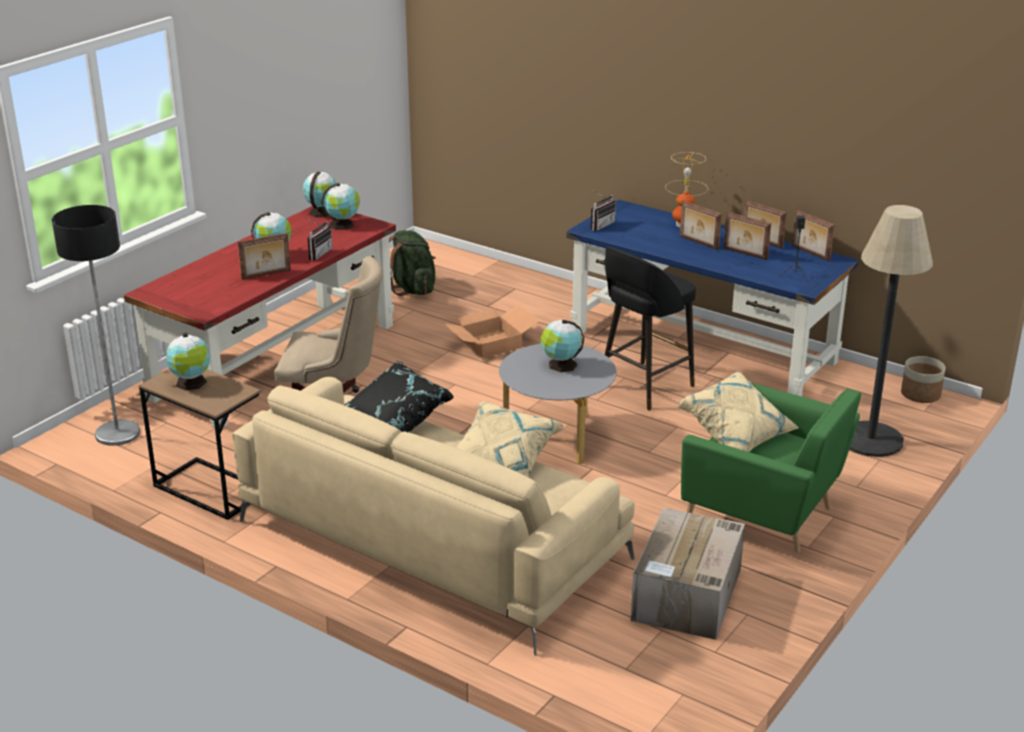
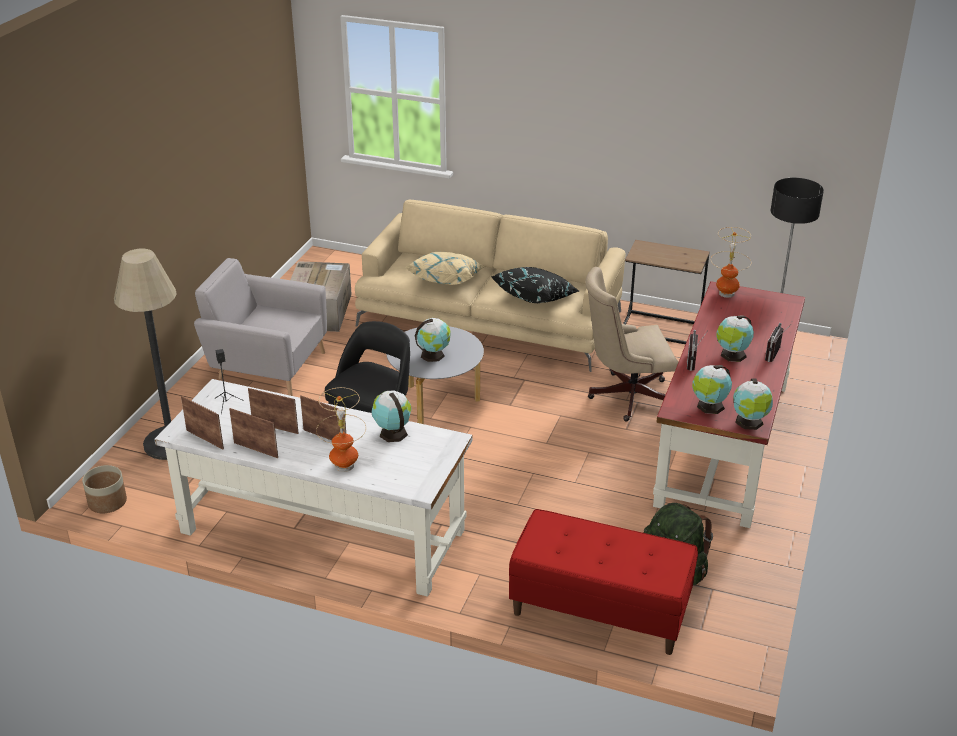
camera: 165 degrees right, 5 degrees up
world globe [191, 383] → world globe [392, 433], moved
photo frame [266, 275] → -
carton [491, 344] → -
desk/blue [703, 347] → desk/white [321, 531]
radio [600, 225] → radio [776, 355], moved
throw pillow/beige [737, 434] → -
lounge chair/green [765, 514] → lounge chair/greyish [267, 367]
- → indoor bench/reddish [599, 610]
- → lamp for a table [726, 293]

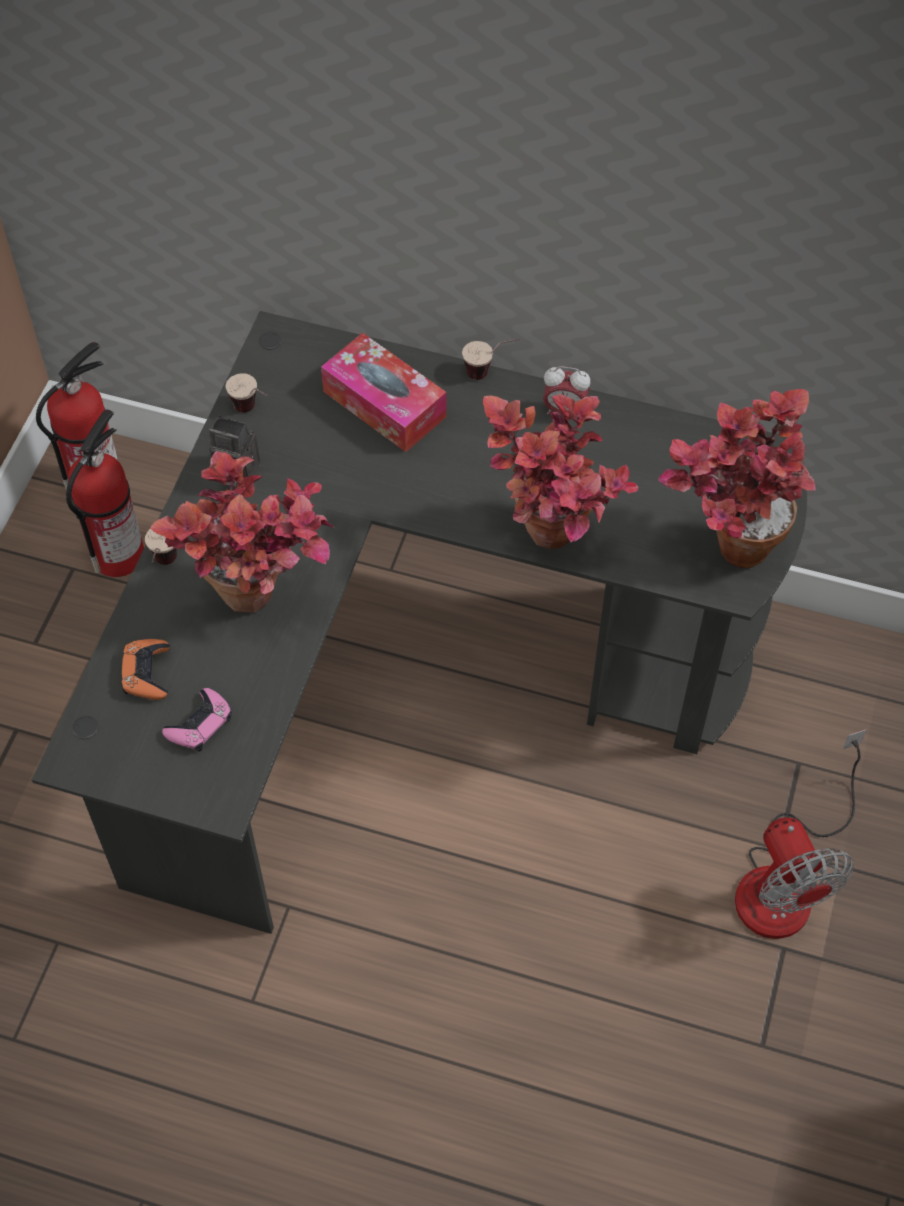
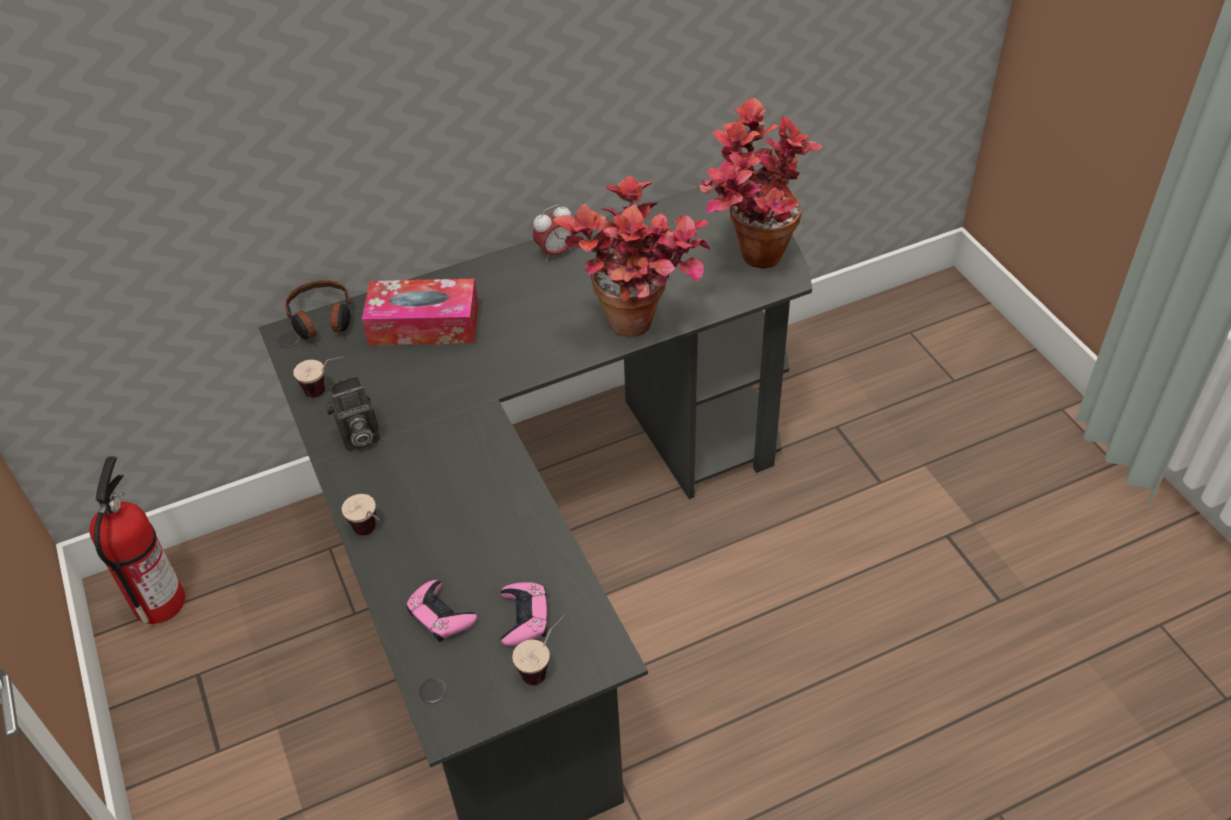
camera: 40 degrees left, 10 degrees down
fire extinguisher [118, 553] → -
joypad/orangey [147, 673] → joypad/pink-coloured [441, 615]
houseplant [263, 603] → -
cup [489, 372] → cup [545, 665], moved
electric fan [786, 879] → -
- → headset [322, 319]

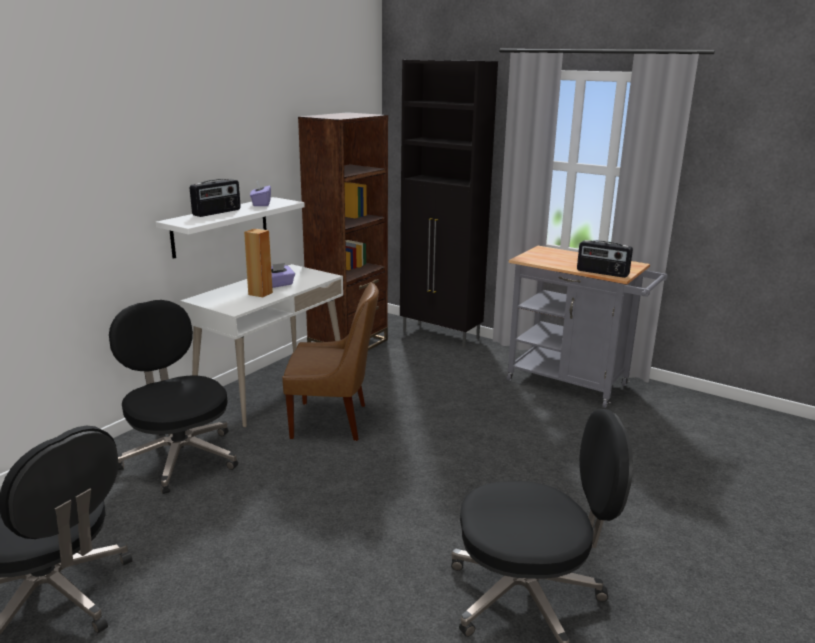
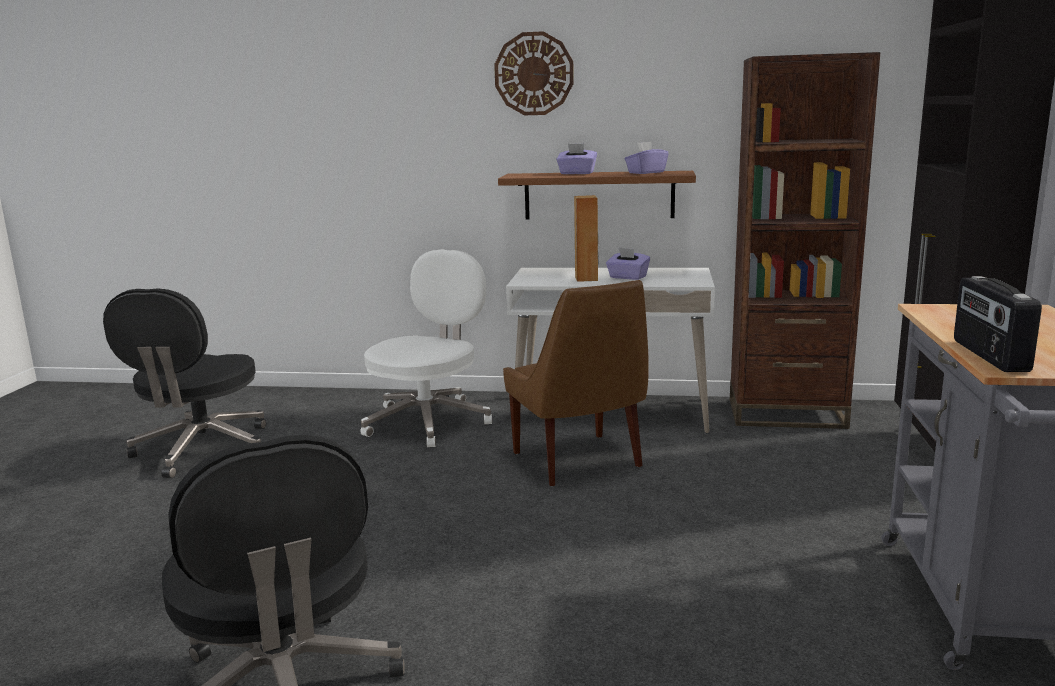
camera: 65 degrees right, 5 degrees down
office chair/black-coloured [180, 457] → office chair/white [429, 421]
bracket shelf/white [220, 226] → bracket shelf/brown [599, 195]
radio [217, 212] → tissue box/purple-coloured [576, 173]
- → hanging clock [534, 74]

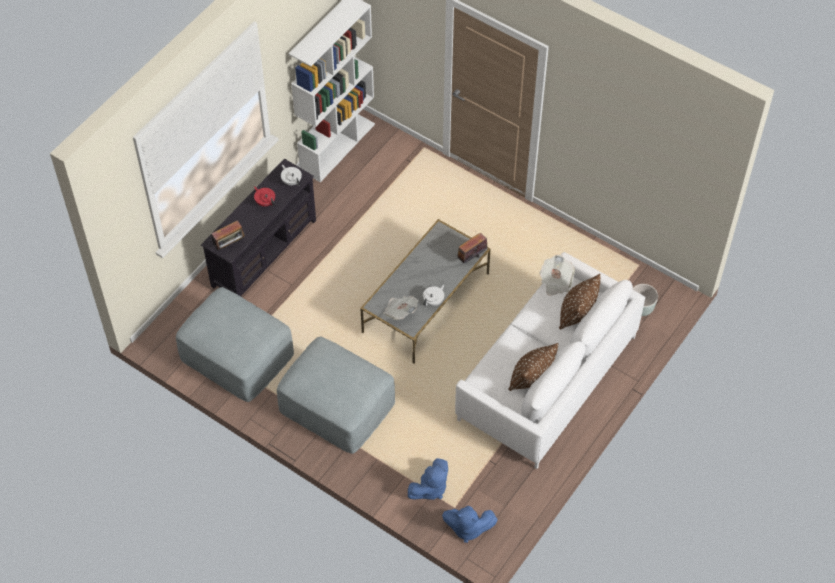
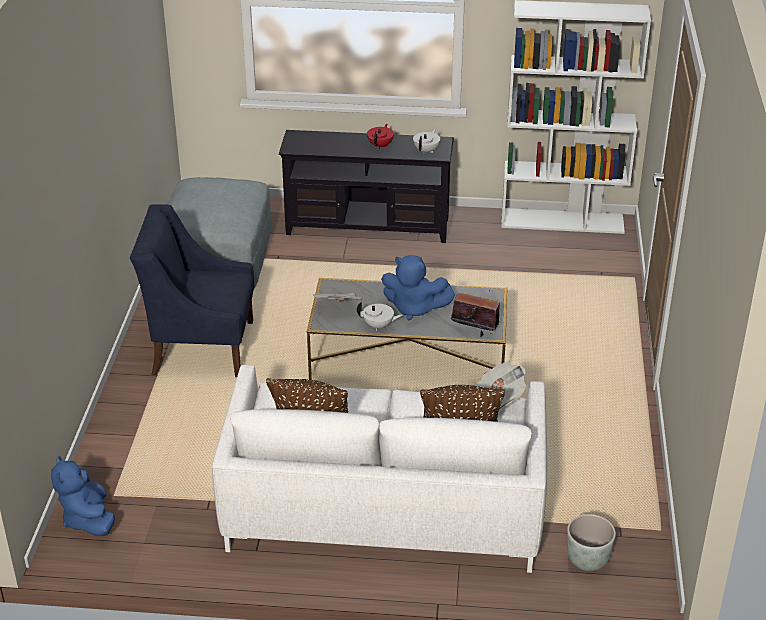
camera: 60 degrees right, 20 degrees down
radio [230, 245] → -
pouffe/greyish [336, 406] → lounge chair/blue [202, 347]
cuddly toy/blue [430, 488] → cuddly toy/blue [414, 308], moved

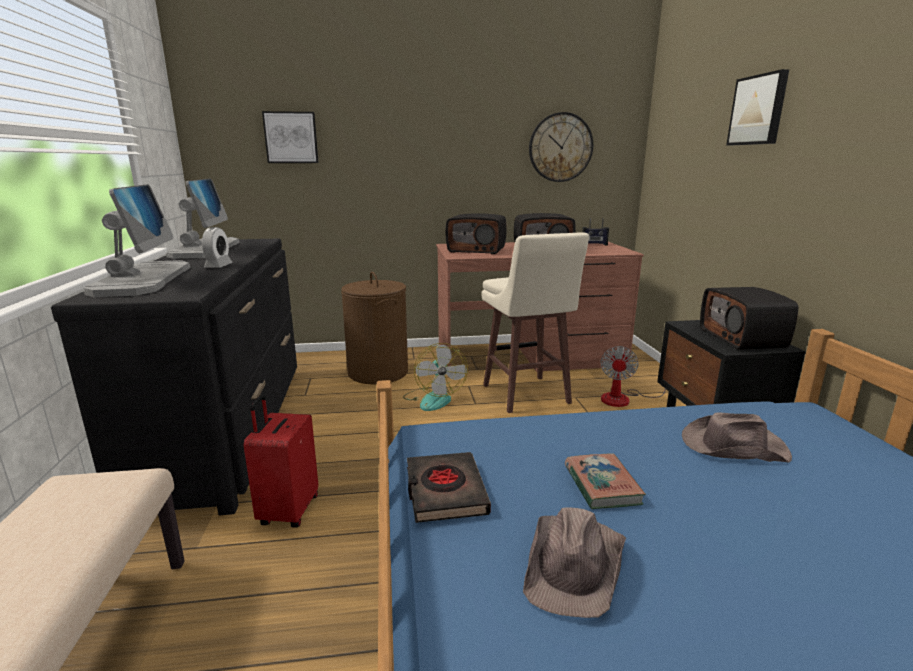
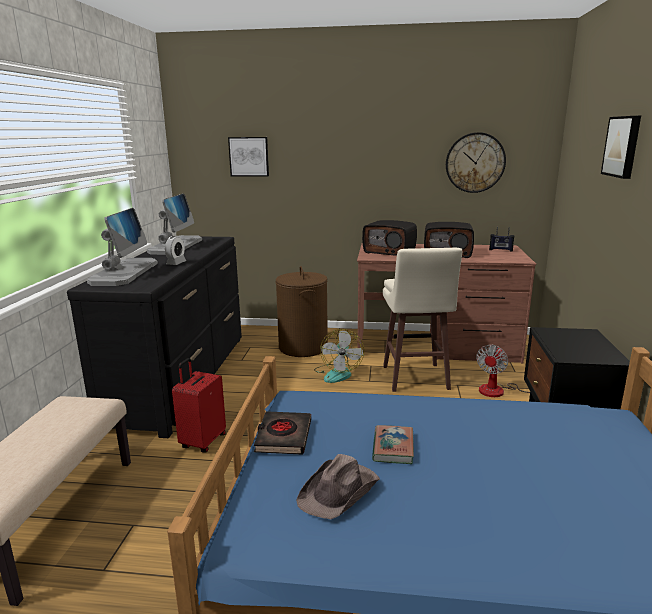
camera: 15 degrees right, 0 degrees up
clothing hat/brown [732, 446] → -
radio [743, 338] → -

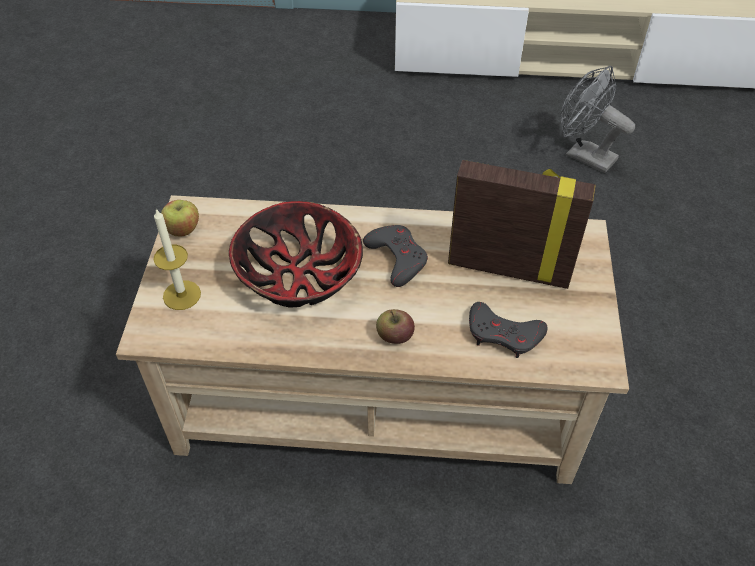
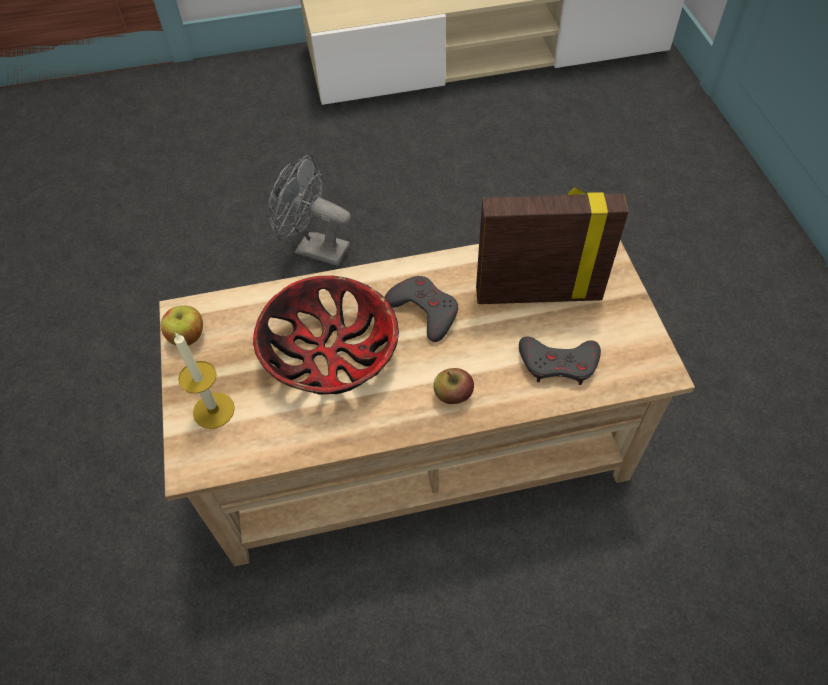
camera: 15 degrees left, 5 degrees up
electric fan/greyish [583, 155] → electric fan/greyish [314, 249], moved

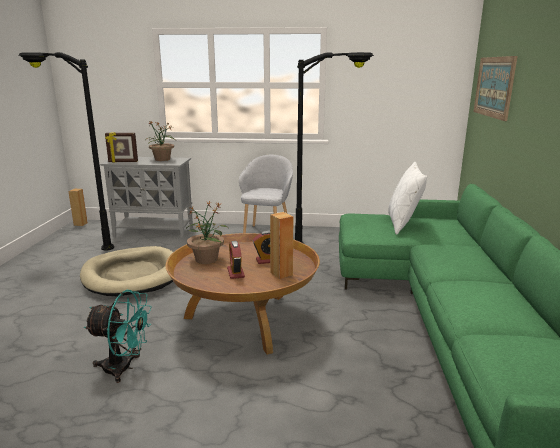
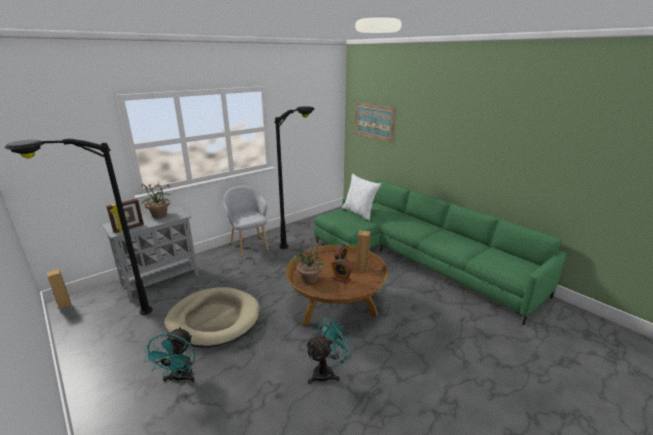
camera: 45 degrees left, 5 degrees up
- → electric fan/turquoise [180, 378]

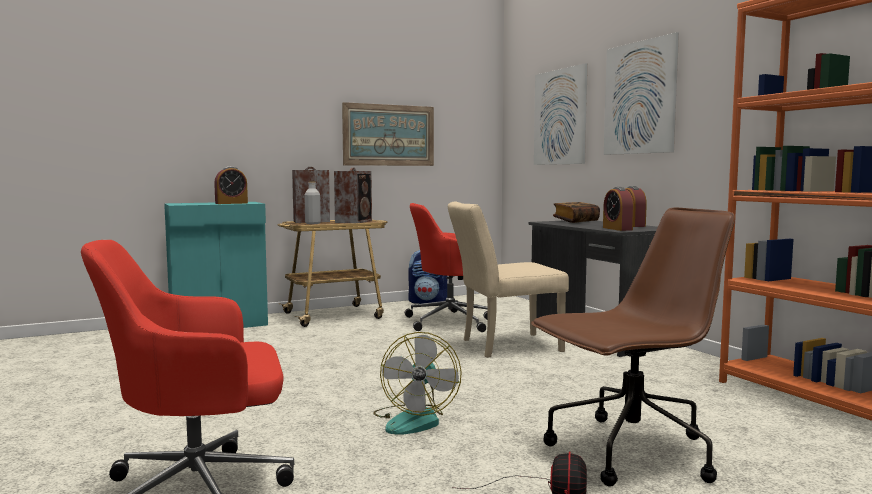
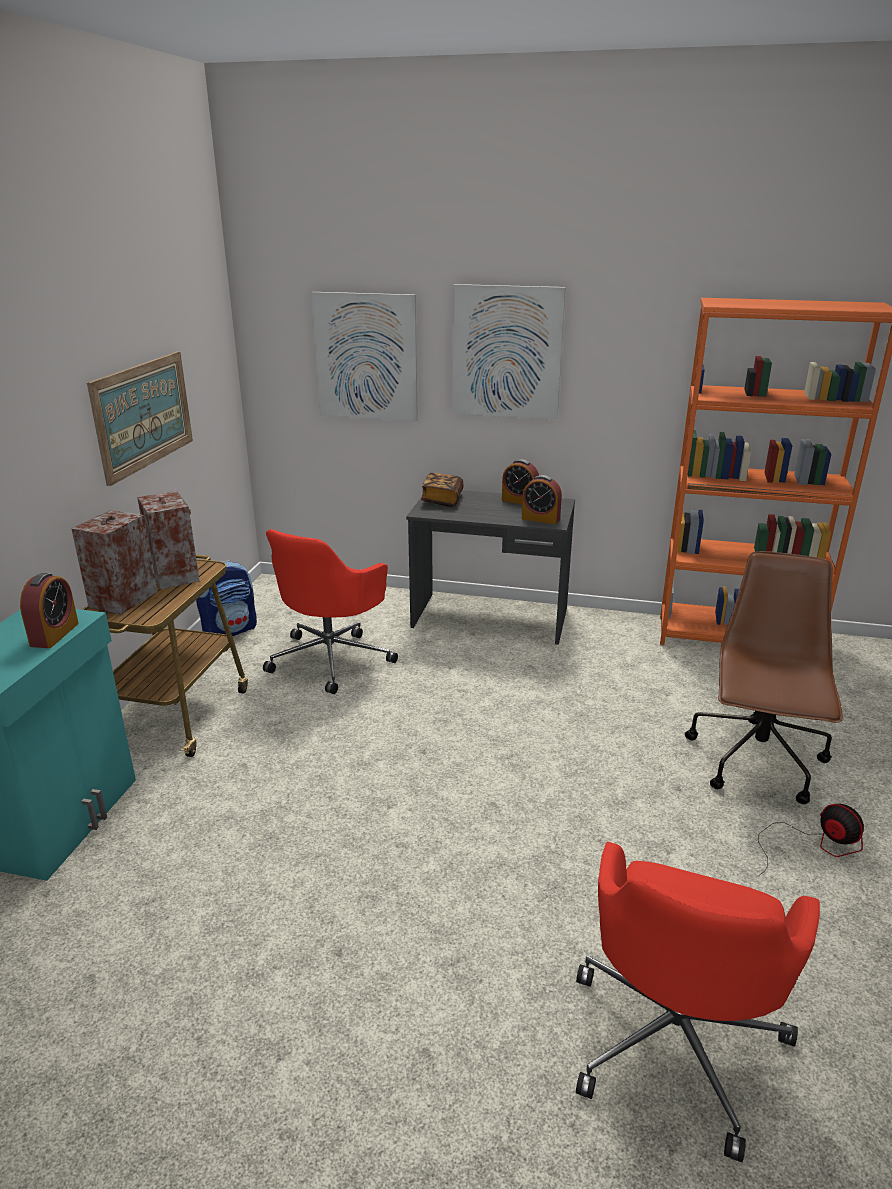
camera: 50 degrees left, 20 degrees up
beverage bottle/greyish [312, 223] → -
electric fan [415, 419] → -
plain chair/beige [503, 346] → -

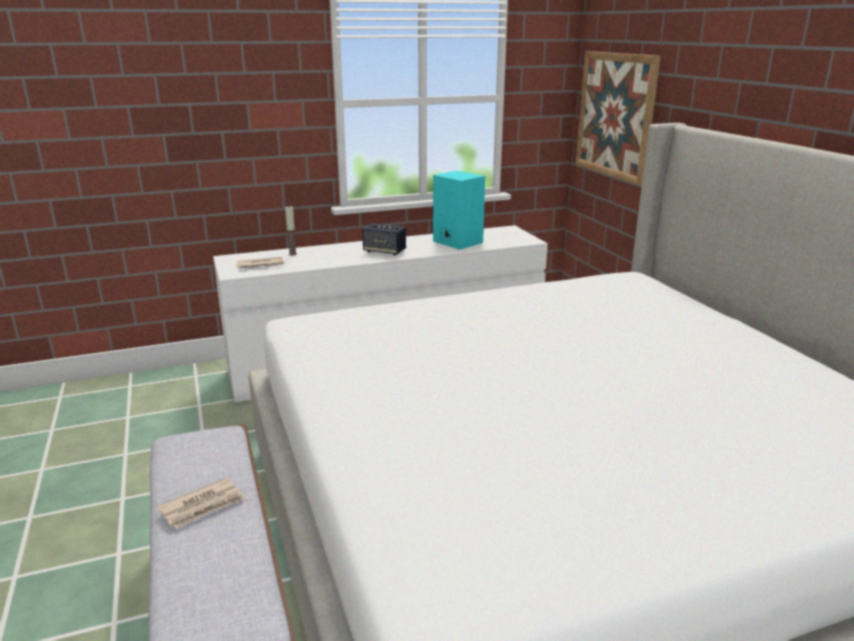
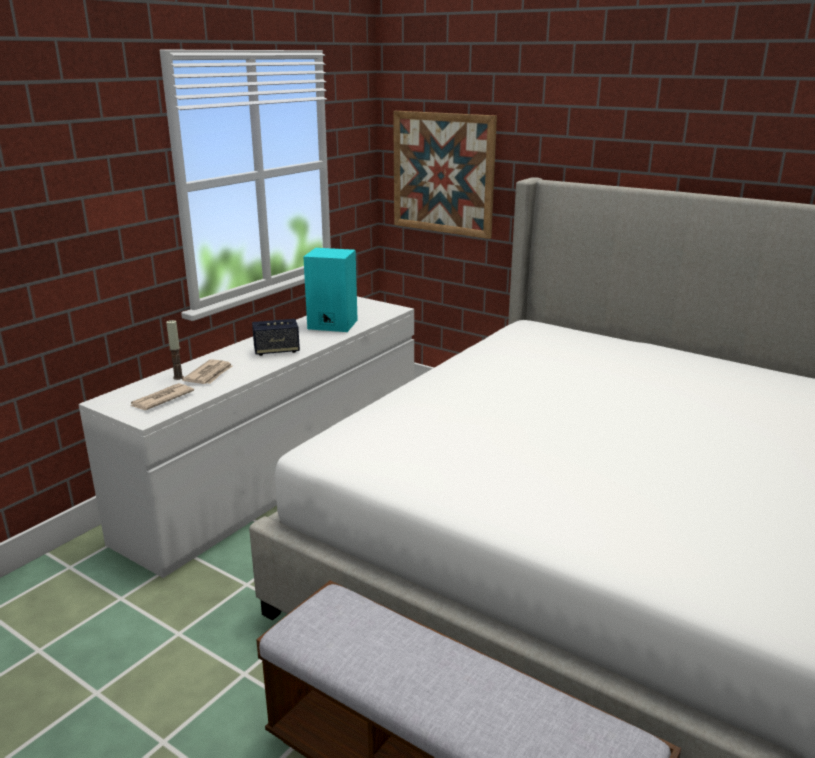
camera: 35 degrees left, 0 degrees up
newspaper [203, 506] → newspaper [210, 374], moved

